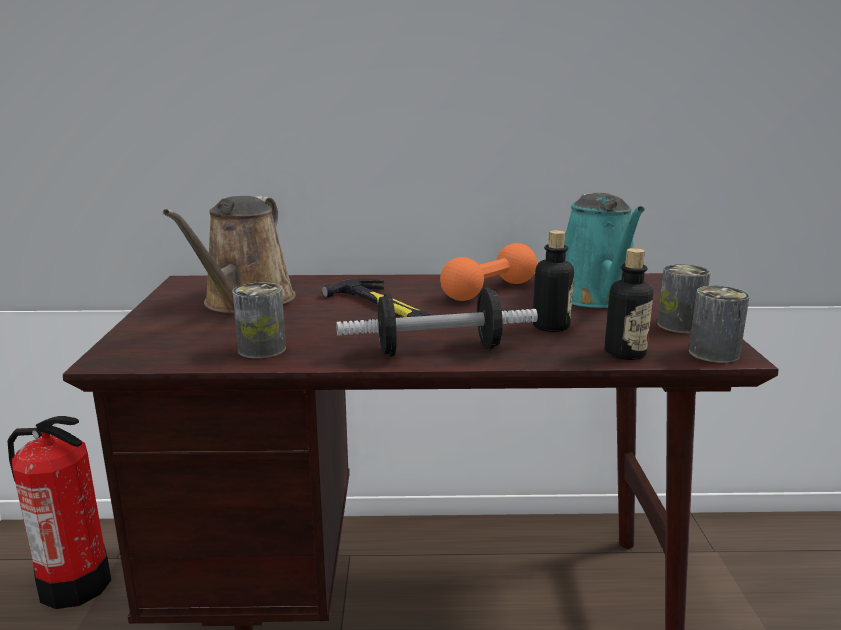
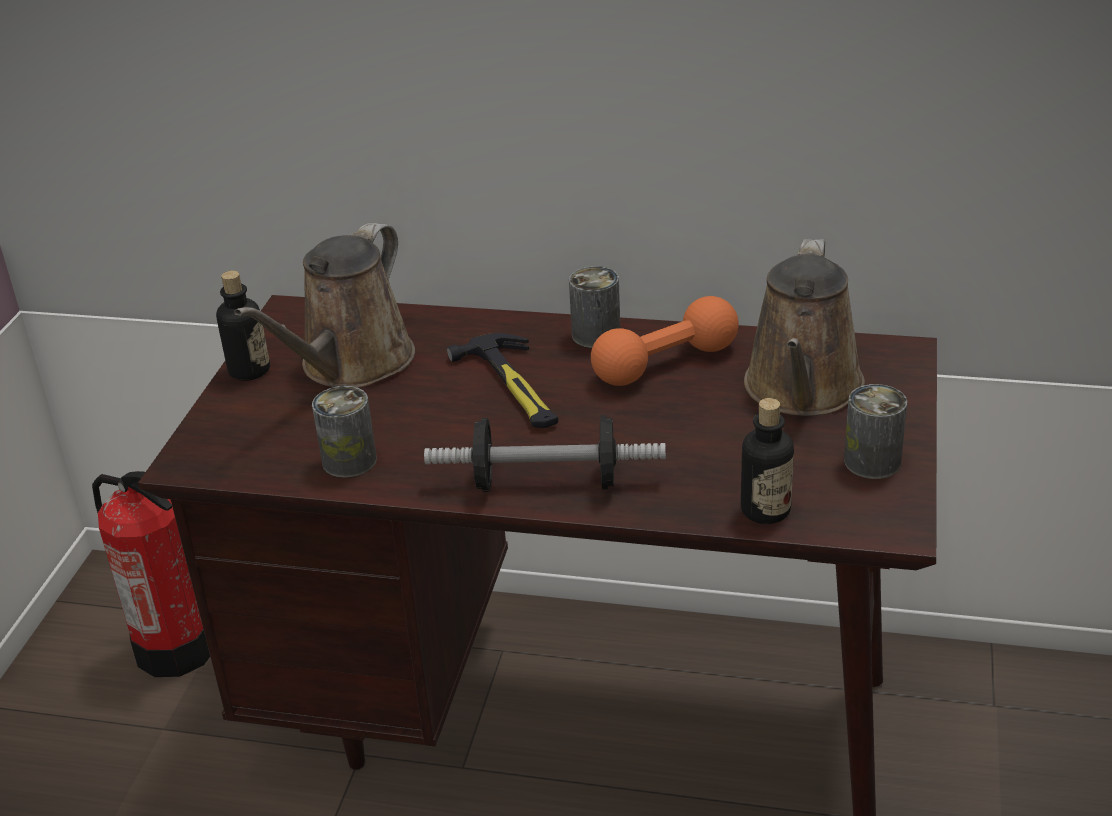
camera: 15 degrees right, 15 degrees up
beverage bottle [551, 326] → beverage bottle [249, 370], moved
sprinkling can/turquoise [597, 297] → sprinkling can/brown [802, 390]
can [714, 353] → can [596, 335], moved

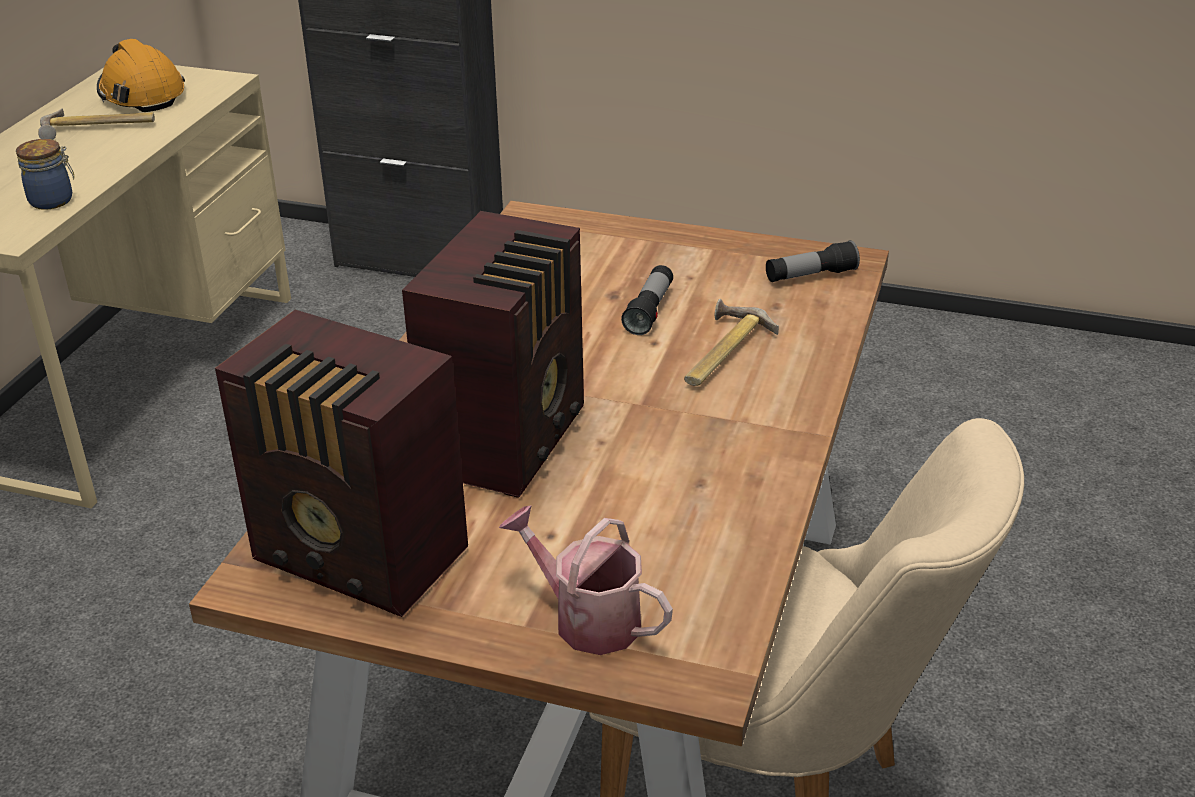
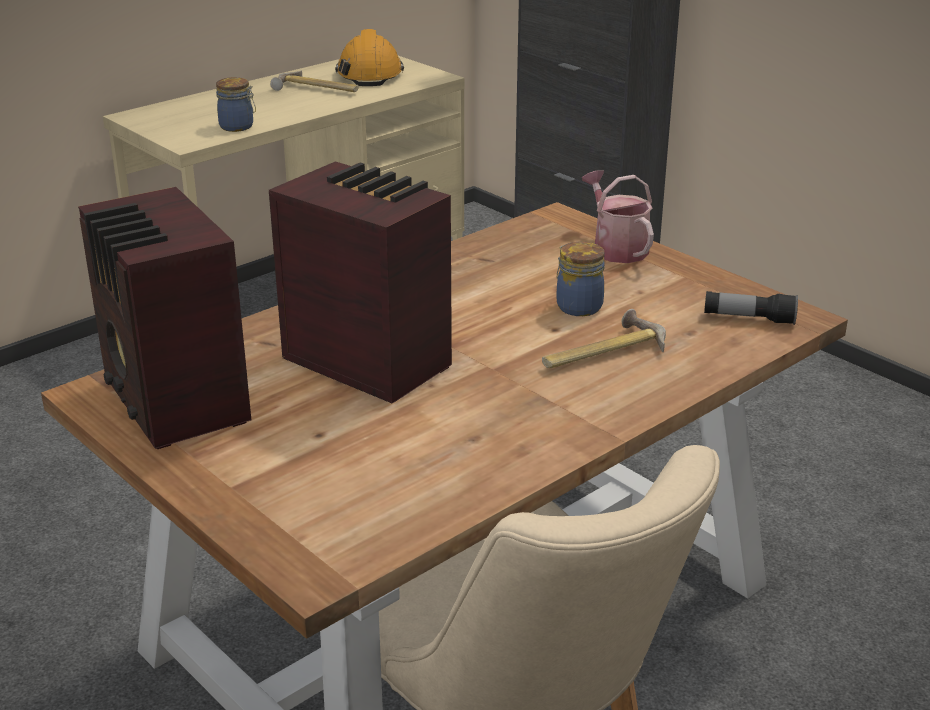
camera: 30 degrees right, 5 degrees down
radio [510, 439] → radio [366, 361], 105 degrees counterclockwise
sprinkling can [587, 618] → sprinkling can [616, 248], moved
torch [649, 311] → storage jar [577, 306]

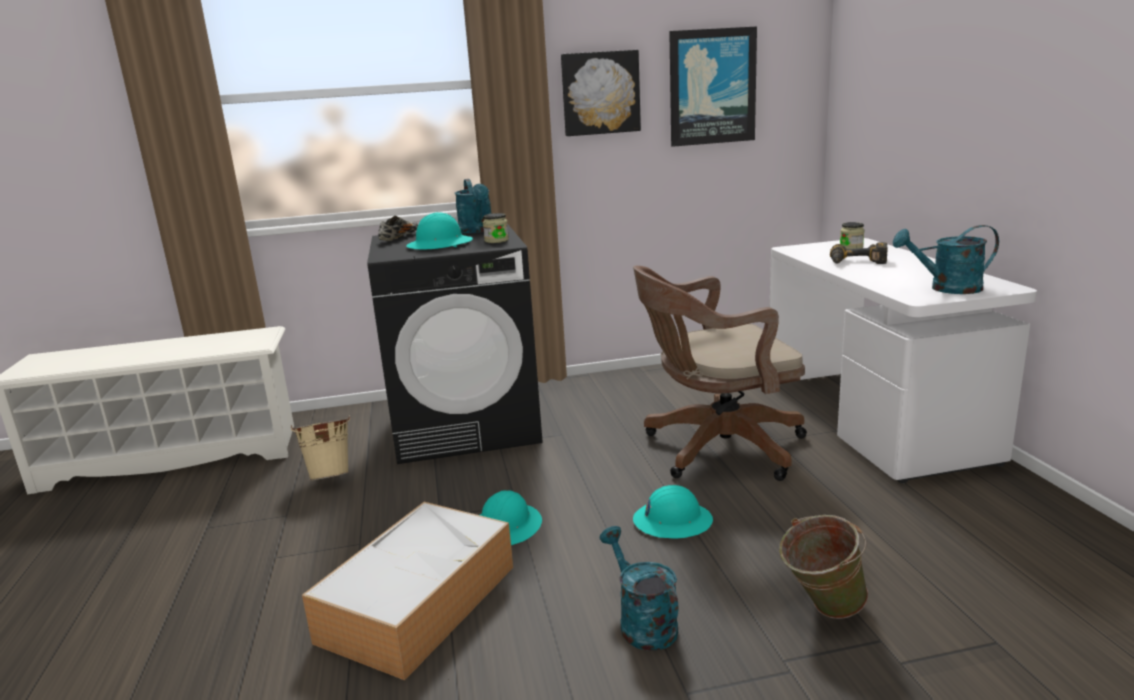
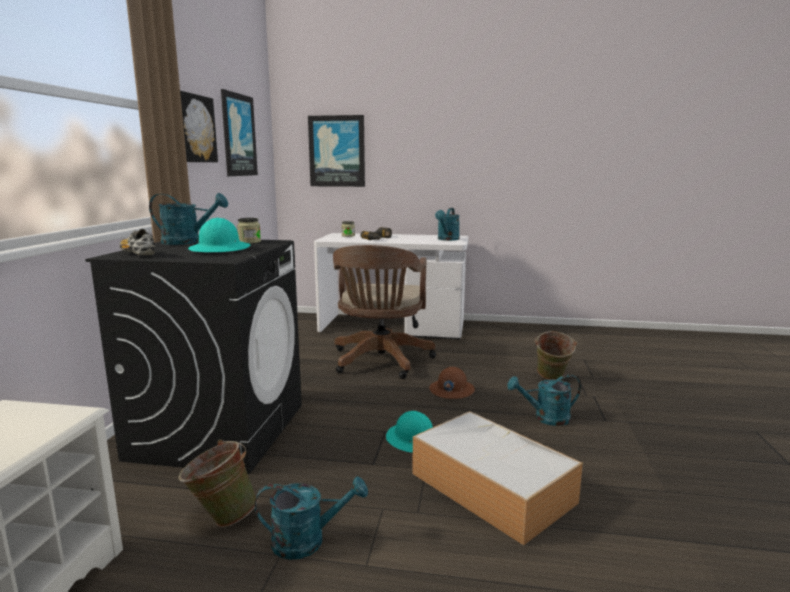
camera: 70 degrees left, 5 degrees down
bucket/beige [330, 476] → bucket/green [221, 517]
safety helmet/turquoise [672, 521] → safety helmet/brown [451, 390]
- → sprinkling can/turquoise [308, 541]
- → picture [337, 151]

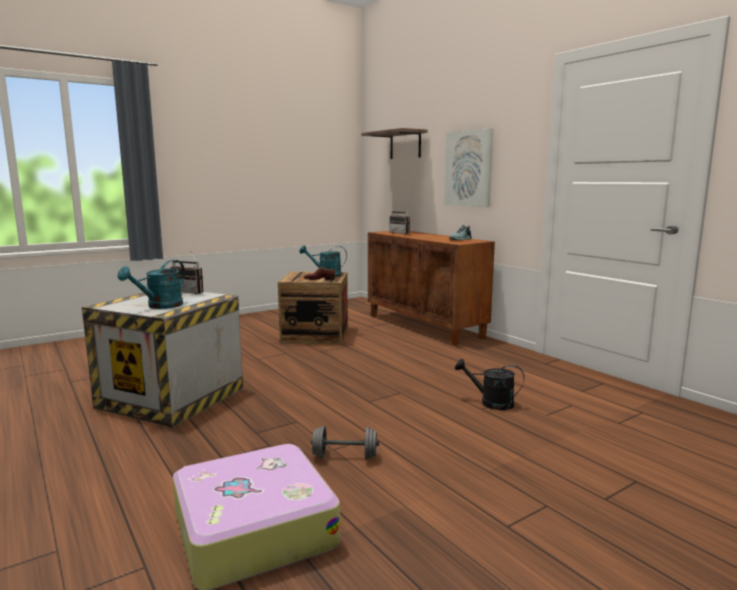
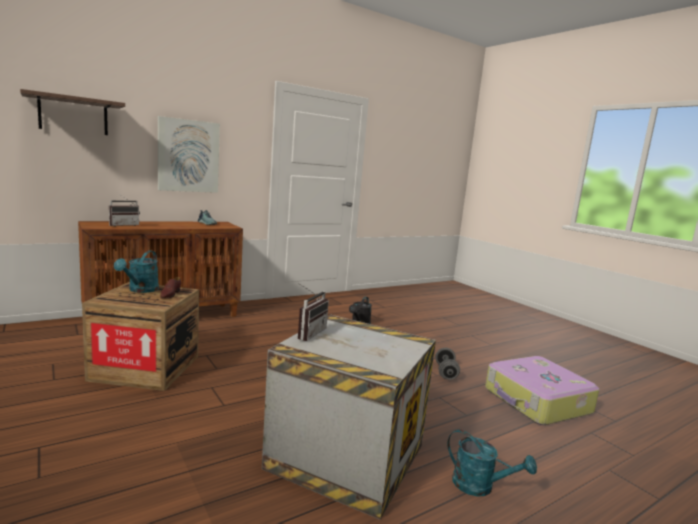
camera: 90 degrees left, 0 degrees up
sprinkling can/turquoise [160, 306] → sprinkling can/turquoise [480, 486], moved

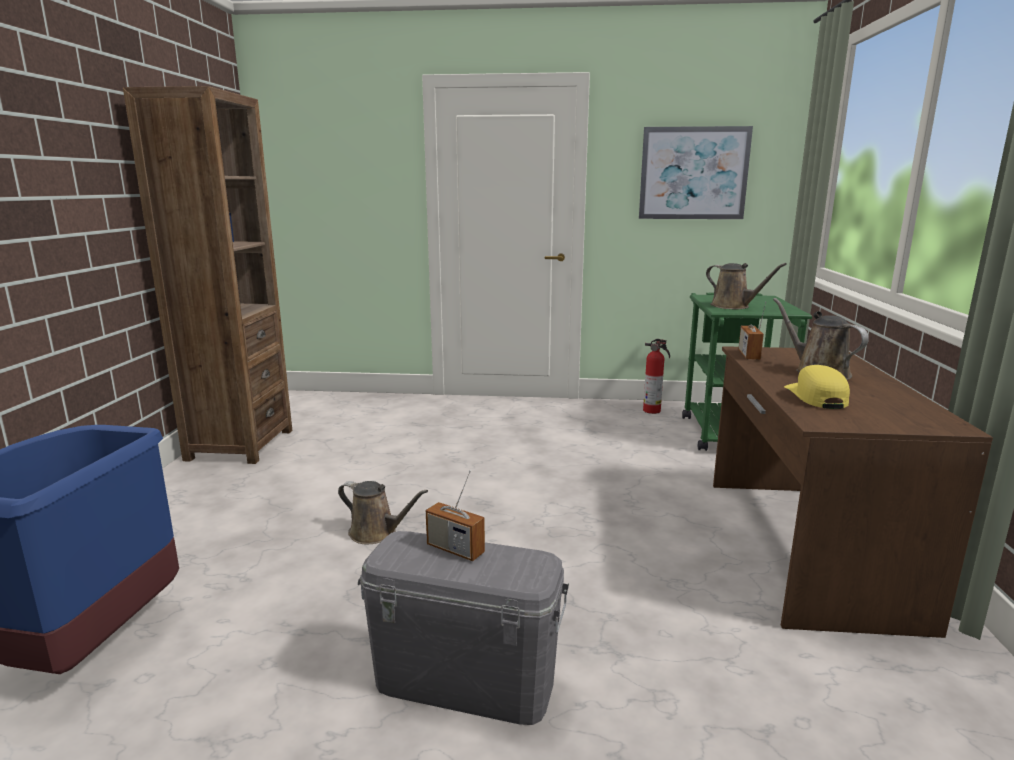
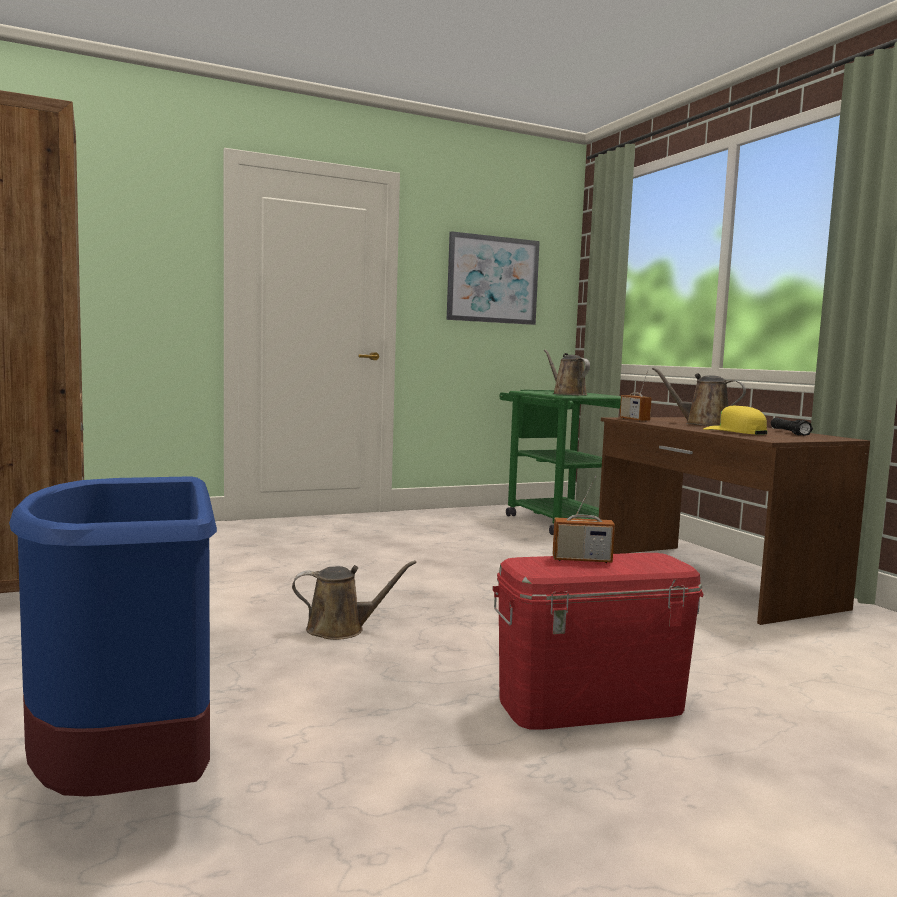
camera: 30 degrees left, 10 degrees down
storage bin/greyish [466, 680] → storage bin/reddish [591, 703]
fire extinguisher [653, 411] → -
sprinkling can/brown [733, 306] → sprinkling can/brown [567, 394], 135 degrees counterclockwise
- → torch/black-coloured [789, 432]

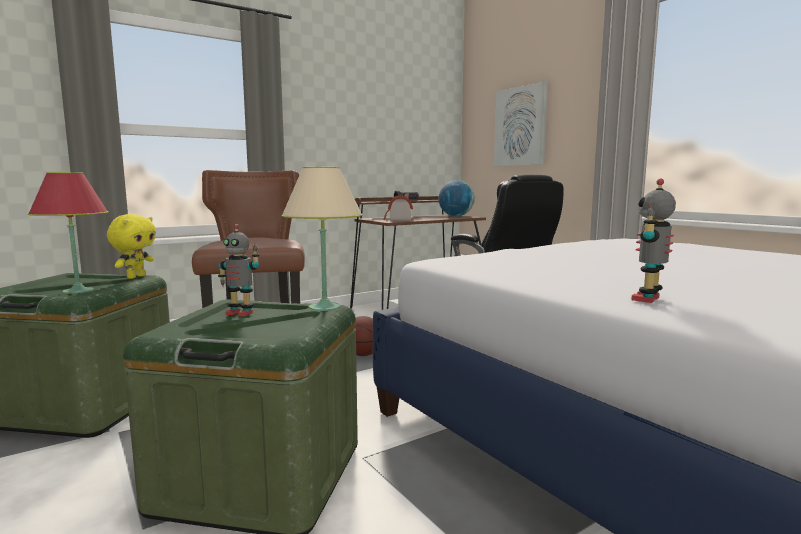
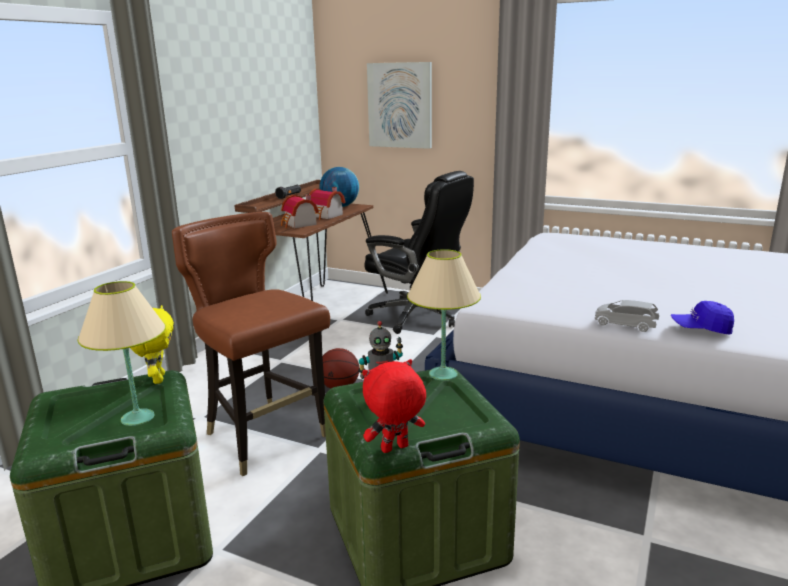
camera: 30 degrees left, 10 degrees up
lamp for a table/reddish [78, 291] → lamp for a table/beige [138, 417]
model robot [648, 299] → cap/blue [701, 329]
- → model house [326, 216]
- → cuddly toy/reddish [395, 449]
- → miniature car/greyish [625, 324]

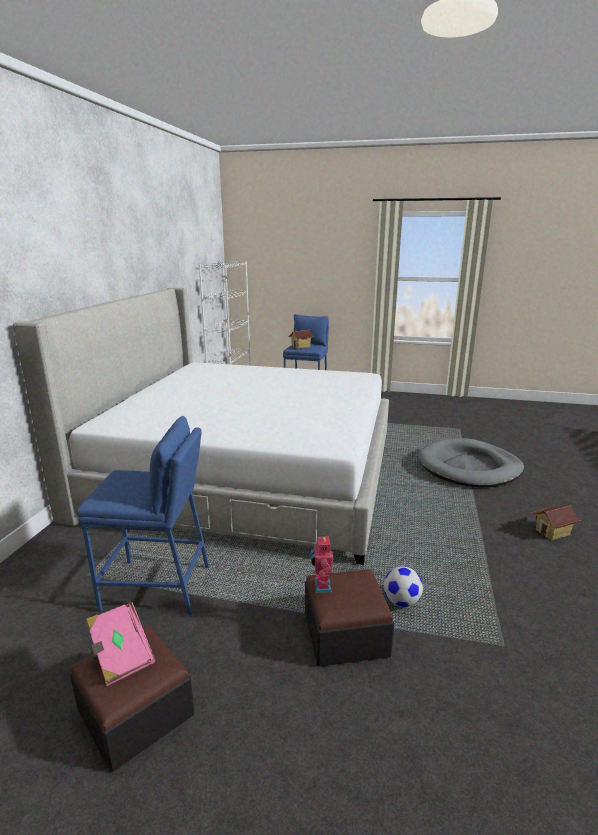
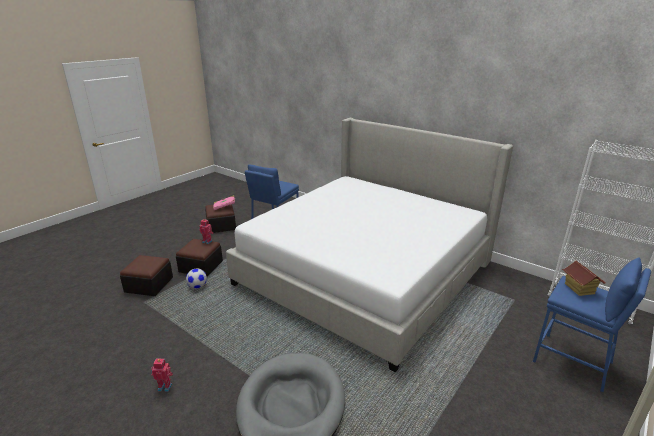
camera: 115 degrees right, 5 degrees up
model house [552, 532] → model robot [165, 386]
- → pouffe [149, 284]

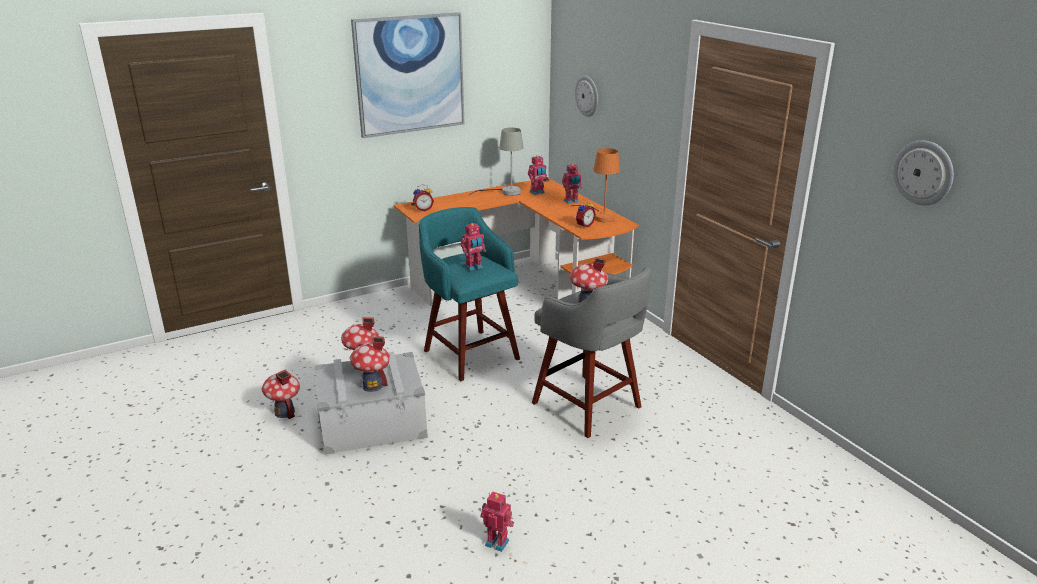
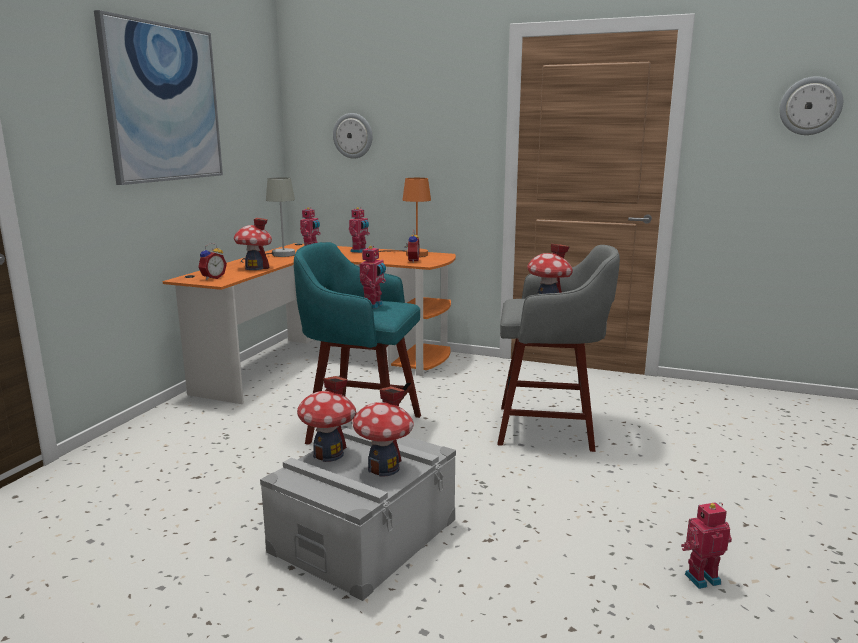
camera: 40 degrees left, 10 degrees down
model house [284, 412] → model house [255, 268], moved

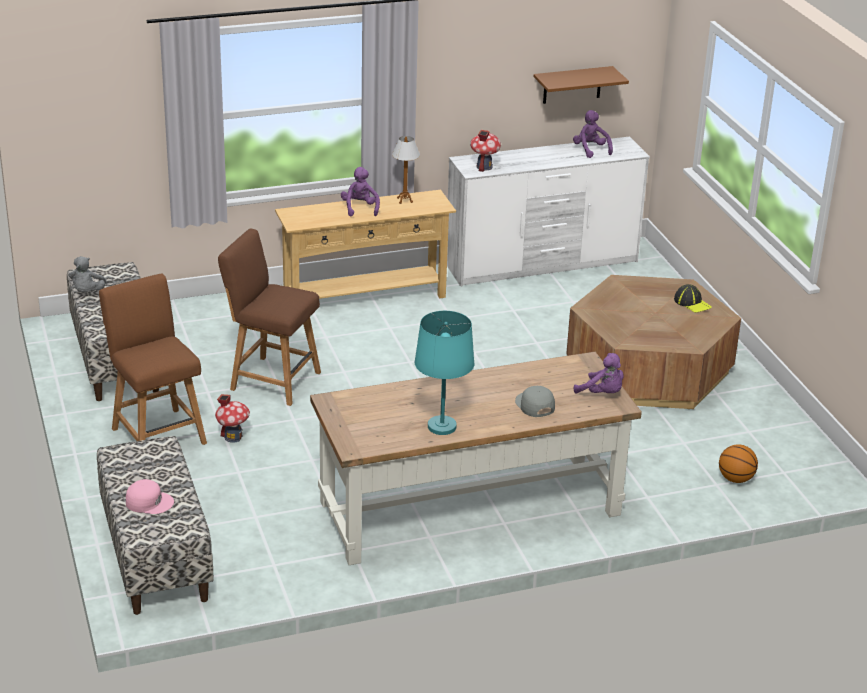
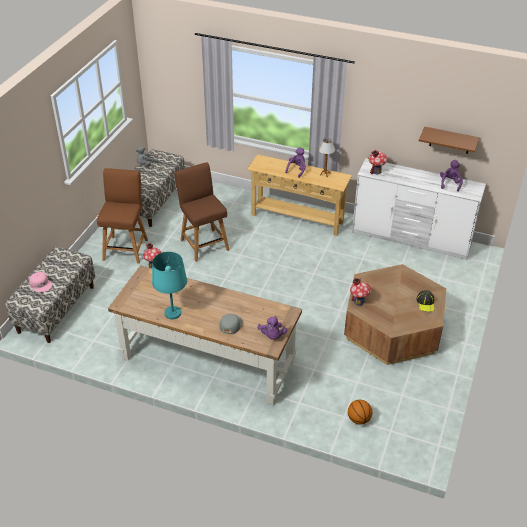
camera: 40 degrees right, 10 degrees up
- → model house [359, 302]

